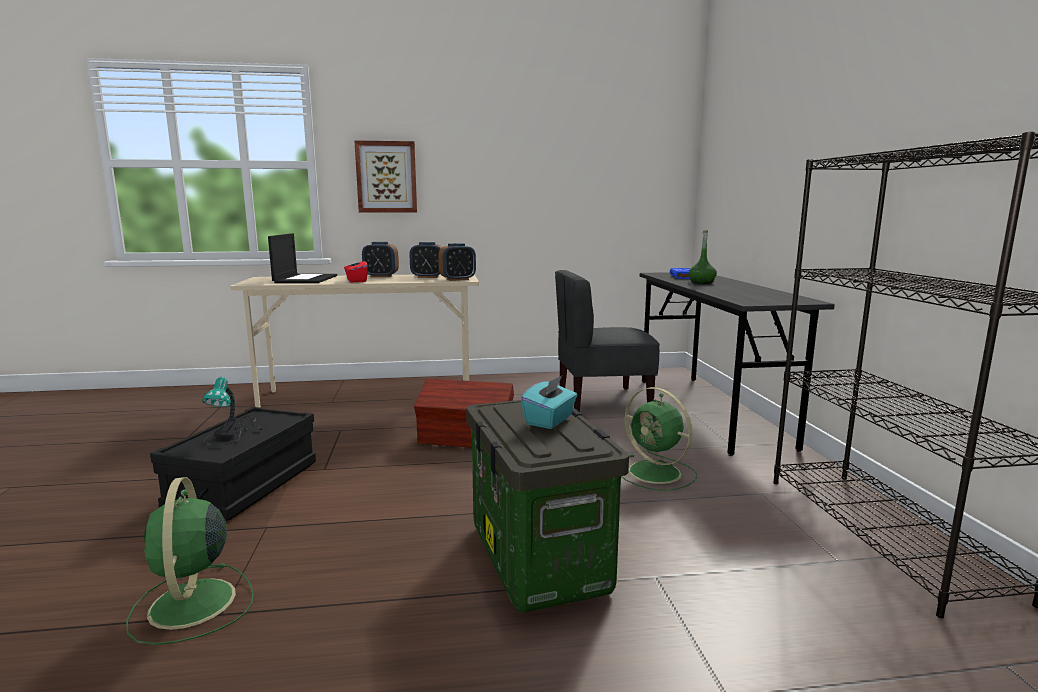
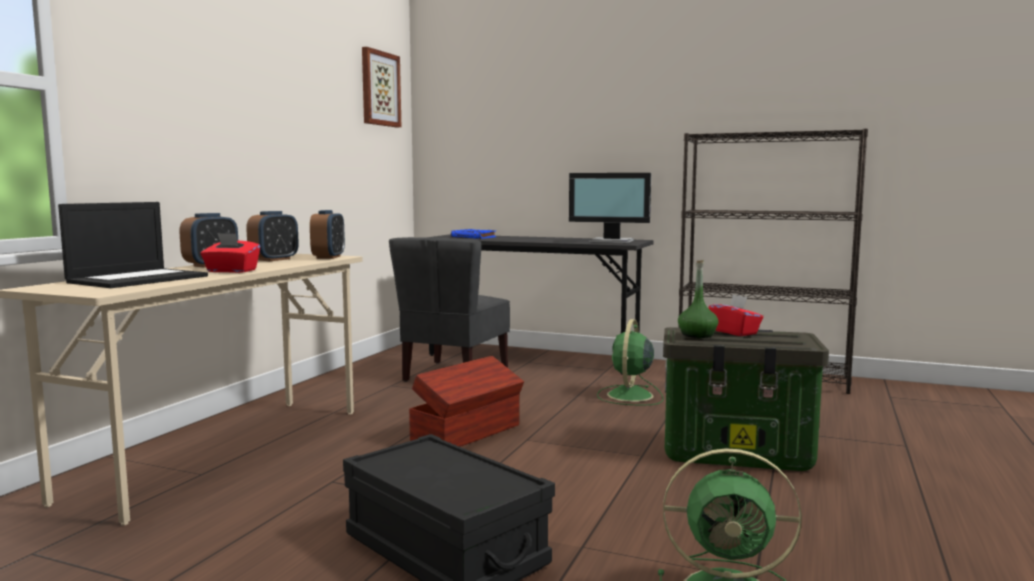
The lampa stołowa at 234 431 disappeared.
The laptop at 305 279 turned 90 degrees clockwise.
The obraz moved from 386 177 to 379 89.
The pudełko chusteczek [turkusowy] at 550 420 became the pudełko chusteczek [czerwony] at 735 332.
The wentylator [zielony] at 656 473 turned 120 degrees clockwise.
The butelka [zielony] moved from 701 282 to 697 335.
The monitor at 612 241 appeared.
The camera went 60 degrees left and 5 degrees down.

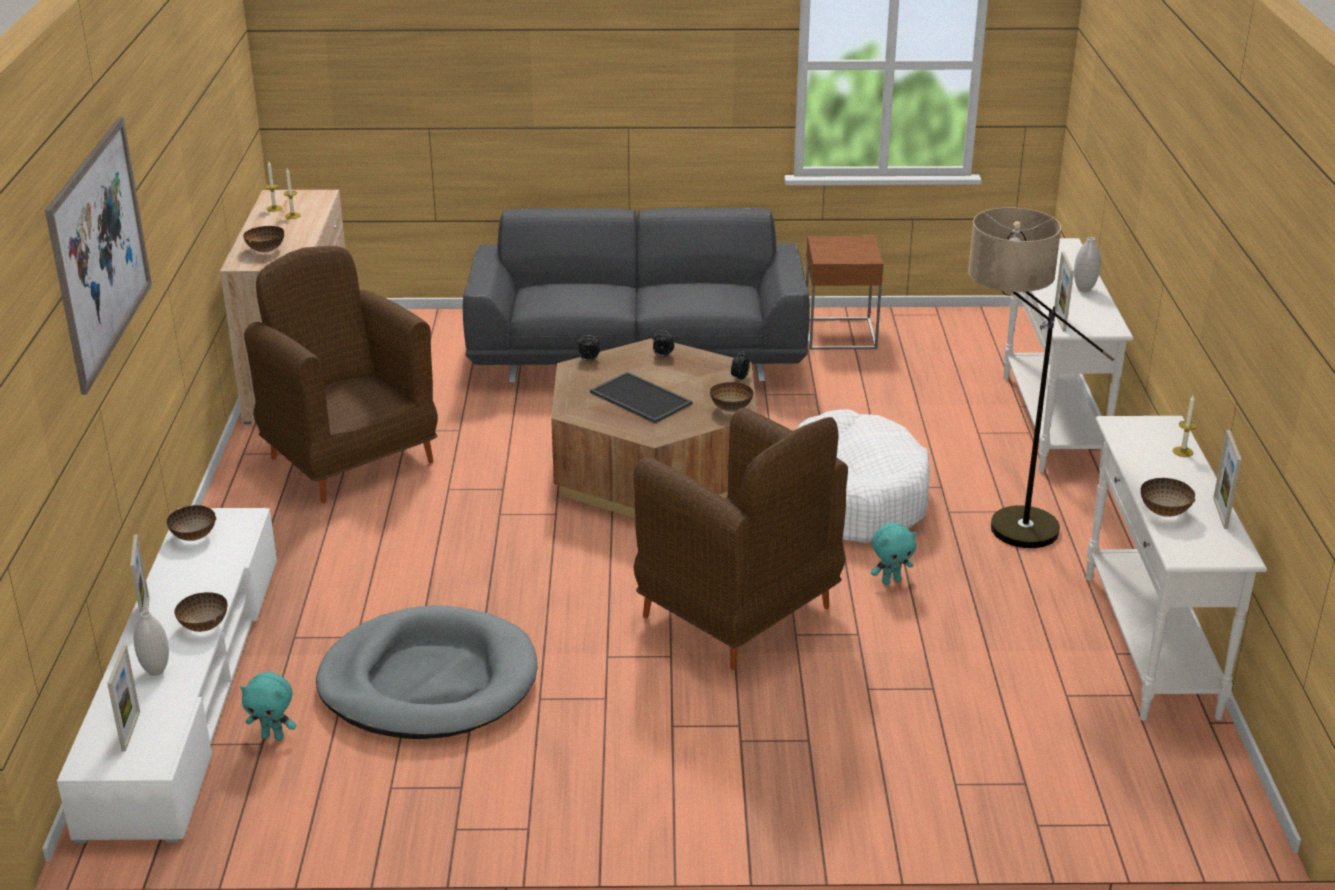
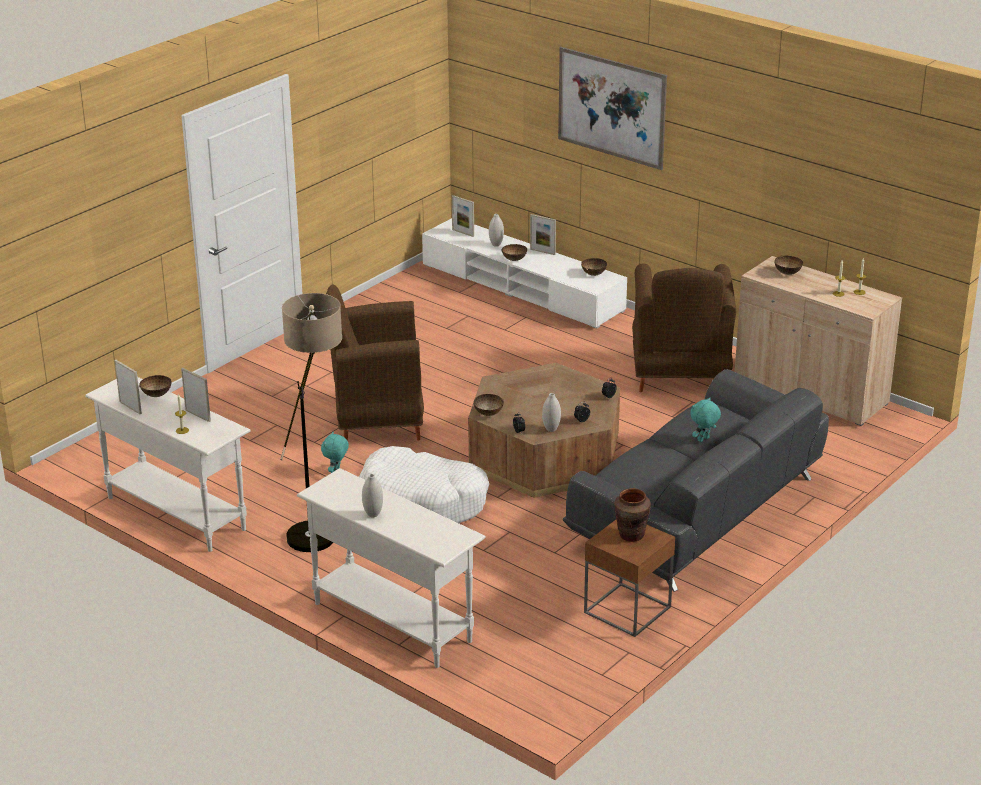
The pluszak [turkusowy] moved from 273 736 to 703 440.
The fotel [brązowy] at 350 459 turned 90 degrees clockwise.
The legowisko [szary] at 429 681 disappeared.
The taca at 639 398 disappeared.
The ramka na zdjęcie moved from 1059 321 to 198 415.
The wazon [biały] at 551 429 appeared.
The wazon [brązowy] at 631 535 appeared.
The camera went 130 degrees right and 0 degrees up.

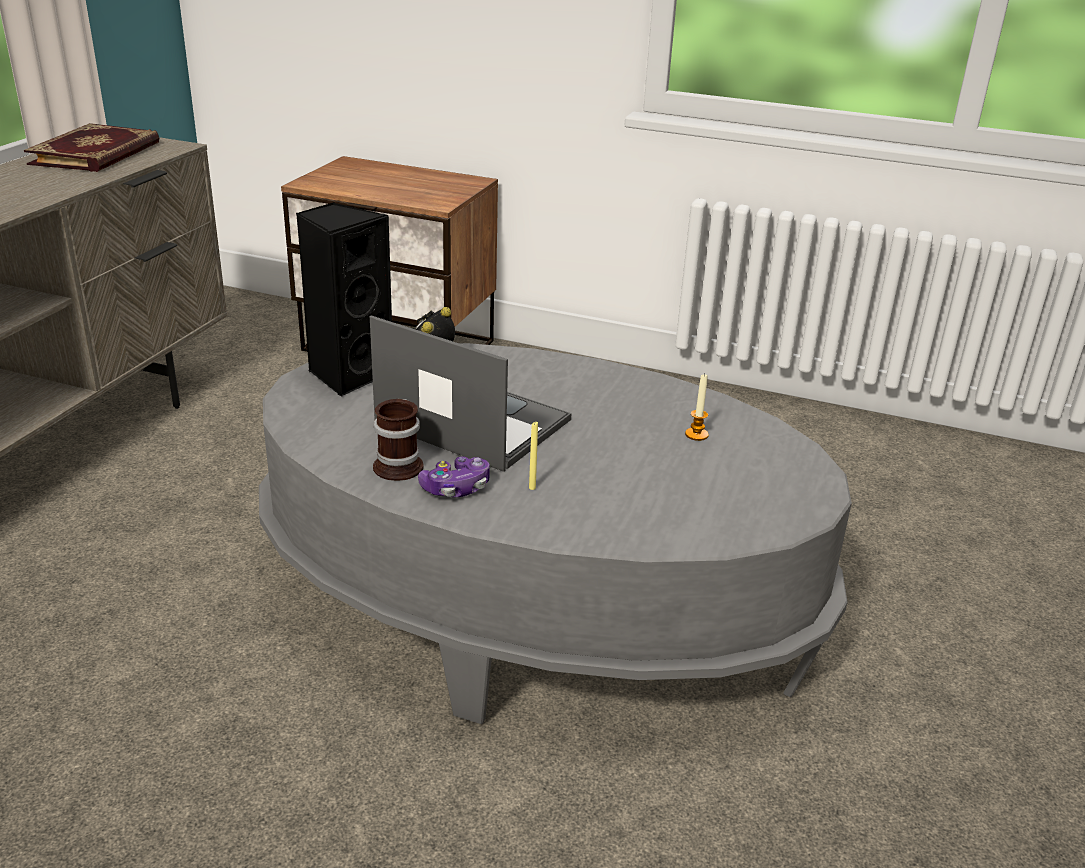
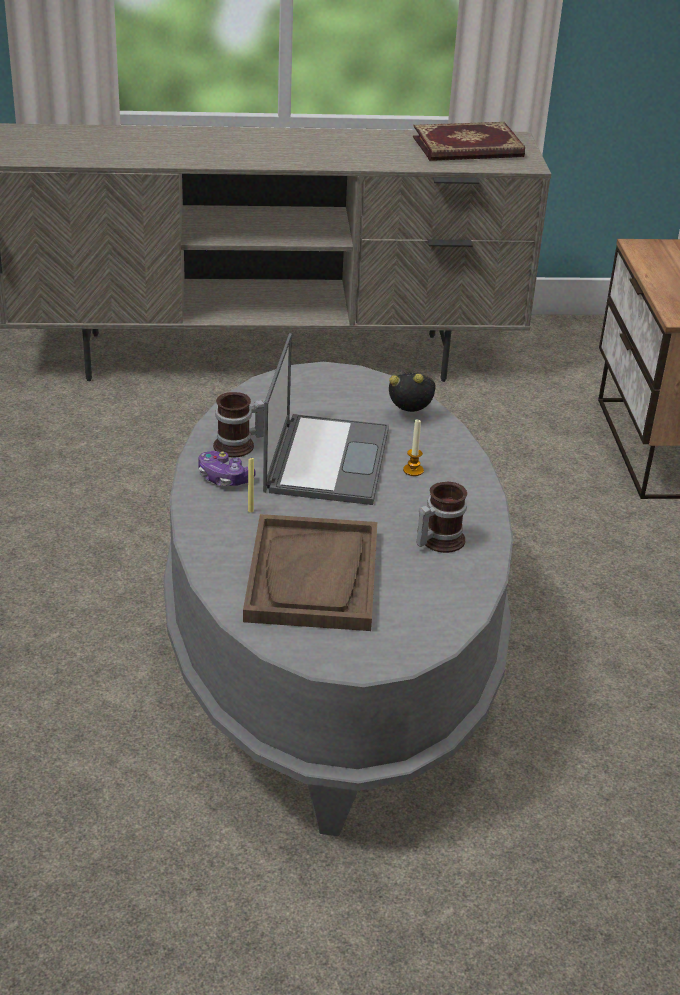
The głośnik [czarny] at 348 375 disappeared.
The świeca moved from 696 434 to 413 470.
The taca [brązowy] at 313 576 appeared.
The kubek at 438 540 appeared.
The camera went 65 degrees right and 5 degrees up.

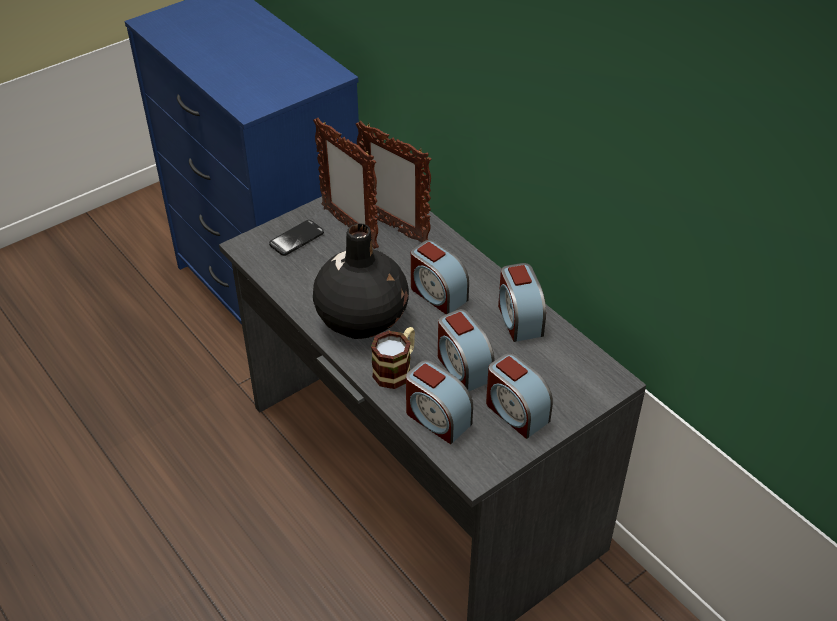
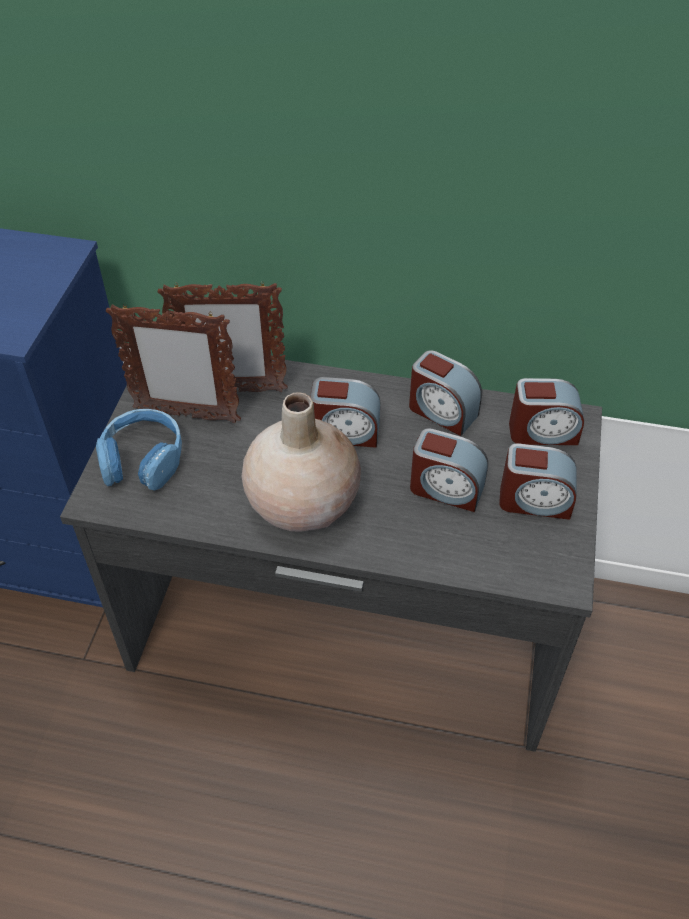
The telefon at 296 239 was replaced by the słuchawki [niebieski] at 143 459.
The wazon [czarny] at 362 318 became the wazon [beżowy] at 302 501.
The kubek at 396 369 disappeared.
The budzik moved from 437 418 to 542 432.
The camera went 40 degrees left and 5 degrees up.

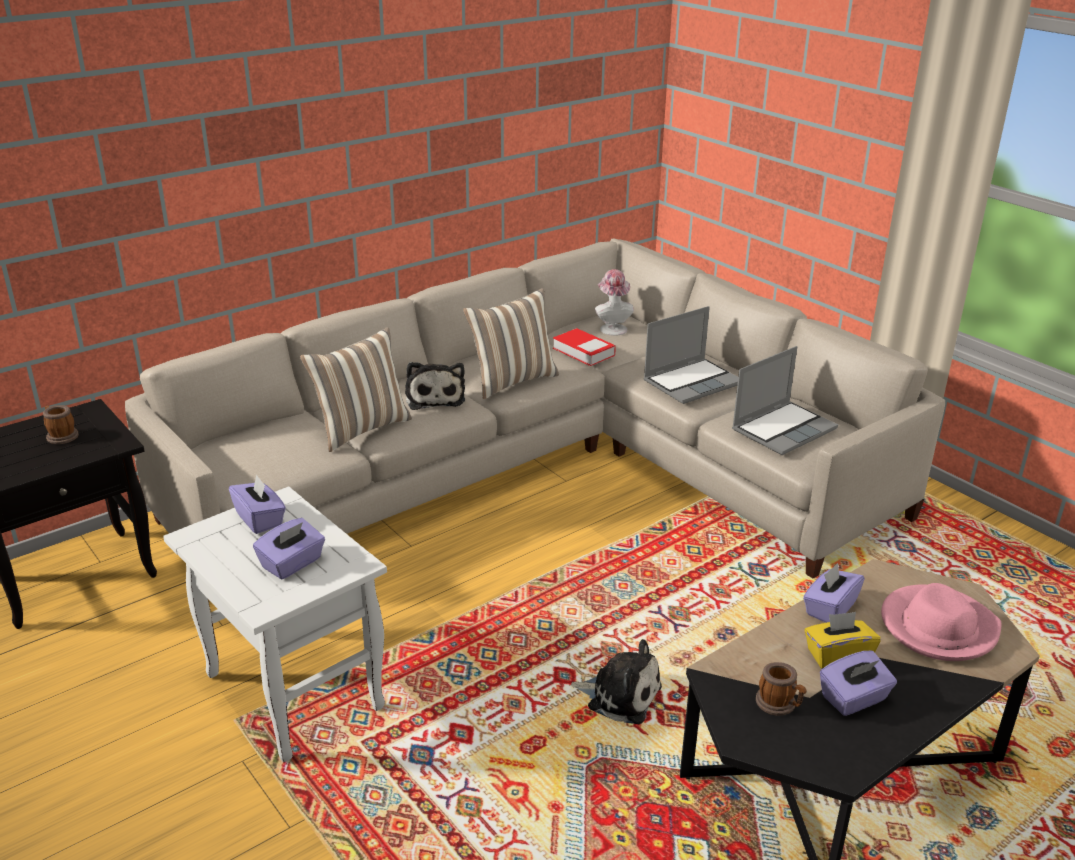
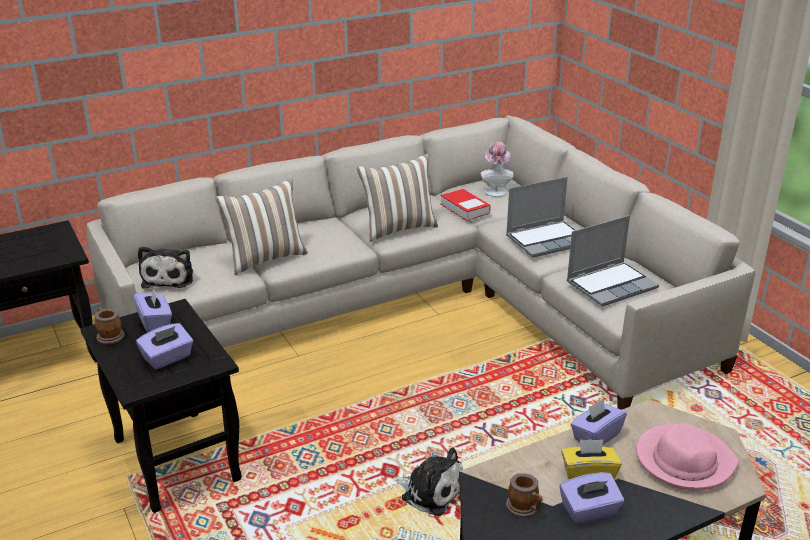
The kubek moved from 60 435 to 109 335.
The stolik [biały] at 290 691 became the stolik [czarny] at 174 459.
The pluszak moved from 434 397 to 169 277.
The camera went 10 degrees right and 0 degrees up.

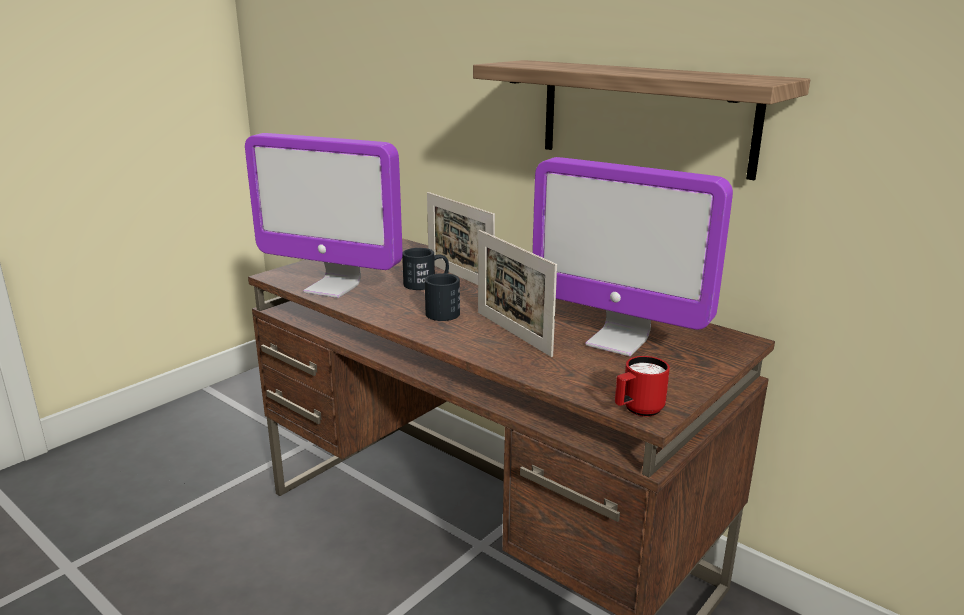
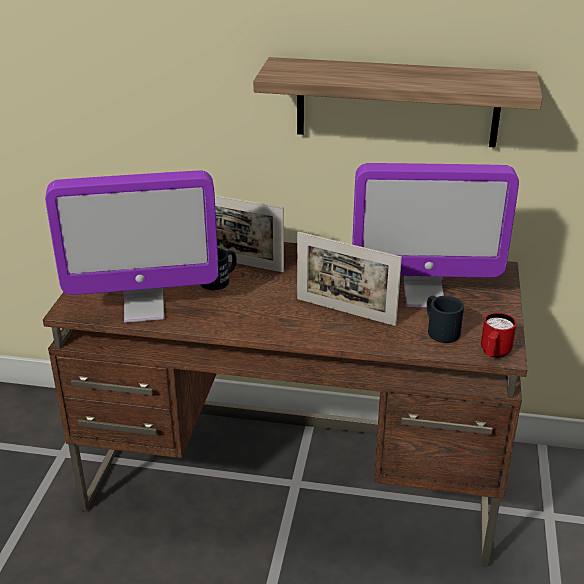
The kubek [czarny] moved from 443 311 to 439 329.
The camera went 30 degrees left and 10 degrees up.

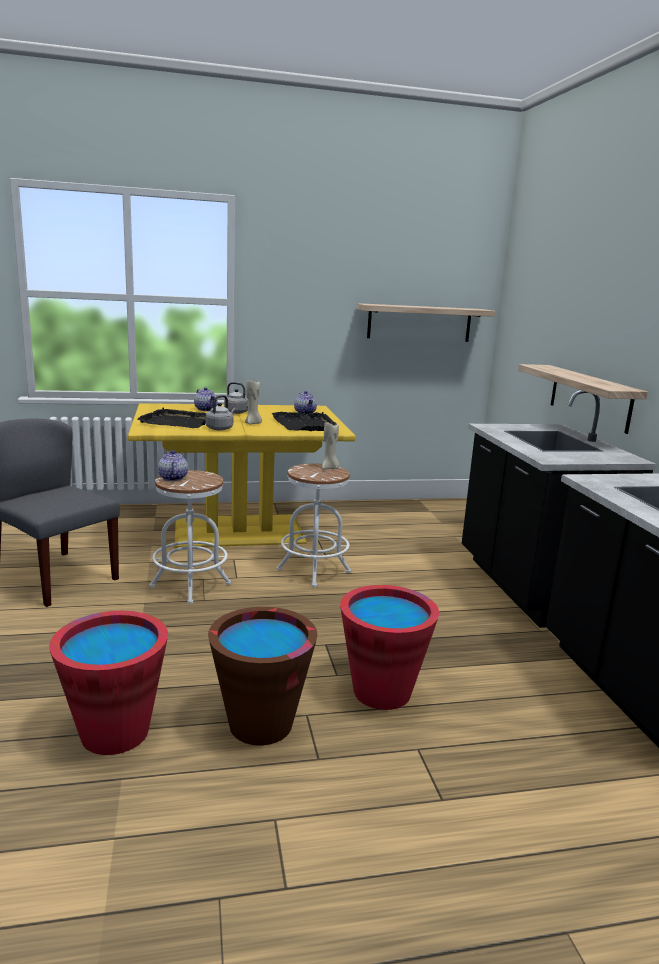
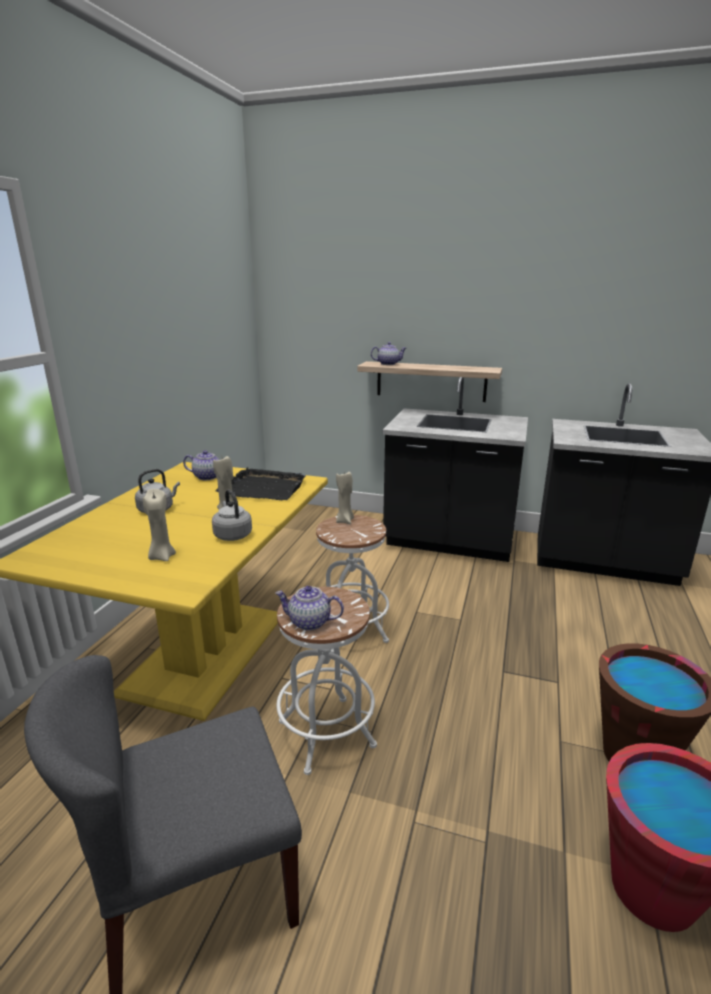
The taca [czarny] at 176 422 was replaced by the świeca [beżowy] at 162 557.
The imbryk moved from 206 409 to 388 364.
The wiadro [czerwony] at 382 692 disappeared.
The półka at 419 323 disappeared.
The camera went 60 degrees left and 5 degrees up.

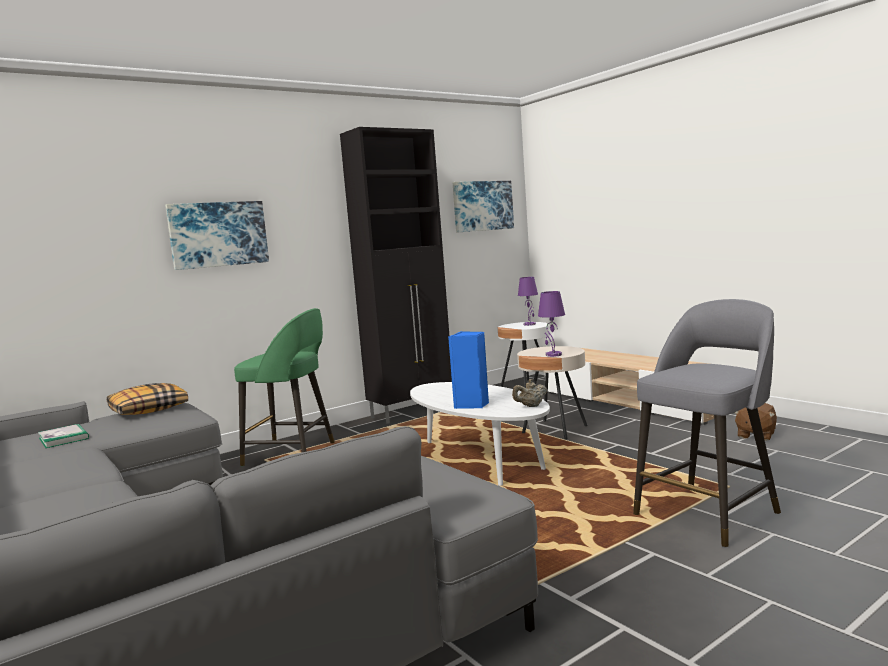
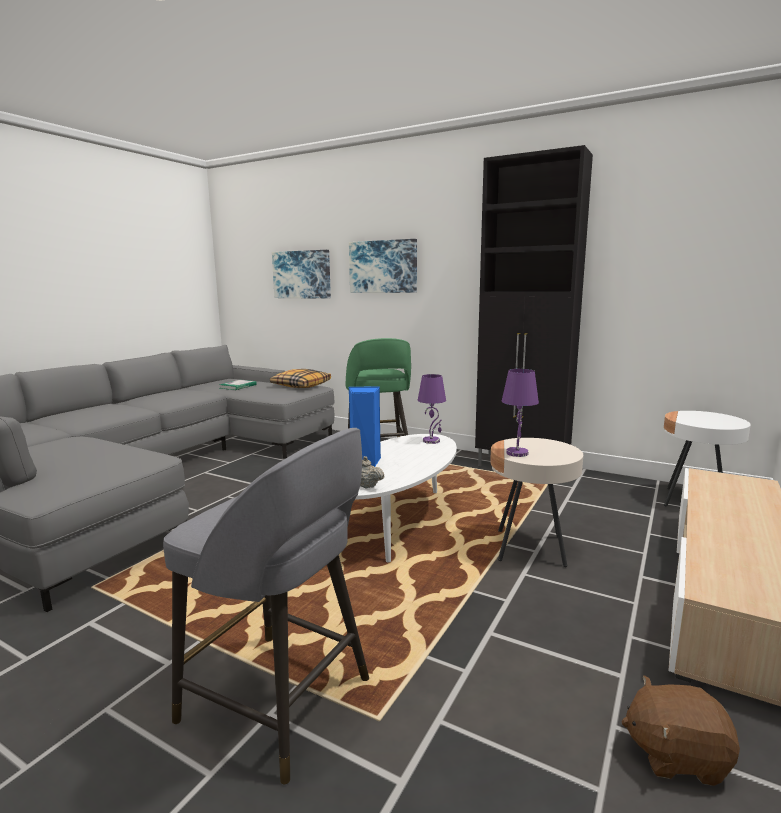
The obraz moved from 482 206 to 302 274.
The lampa stołowa [fioletowy] moved from 529 324 to 432 441.
The camera went 65 degrees right and 5 degrees up.

